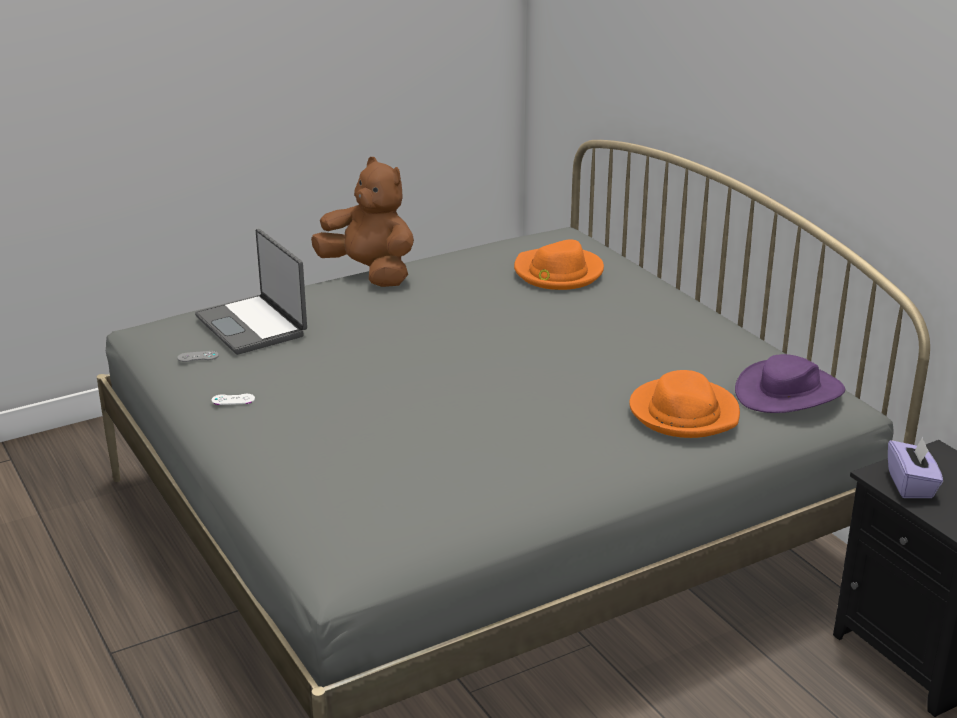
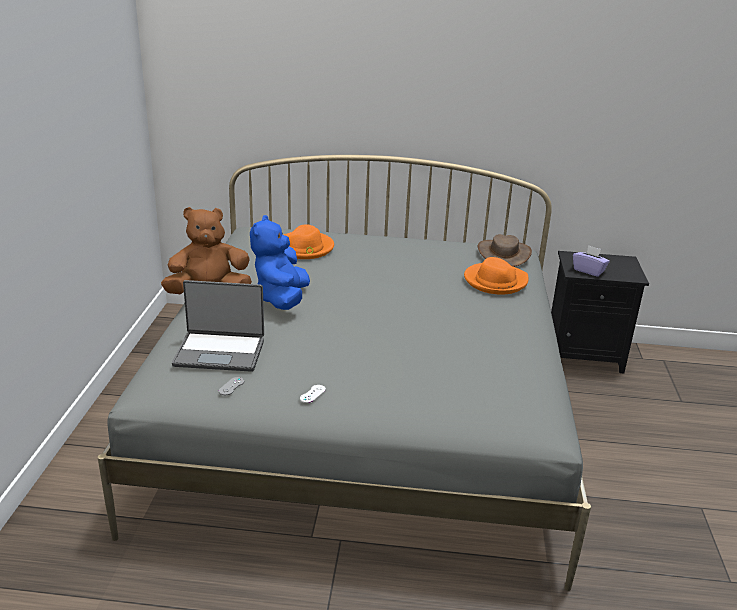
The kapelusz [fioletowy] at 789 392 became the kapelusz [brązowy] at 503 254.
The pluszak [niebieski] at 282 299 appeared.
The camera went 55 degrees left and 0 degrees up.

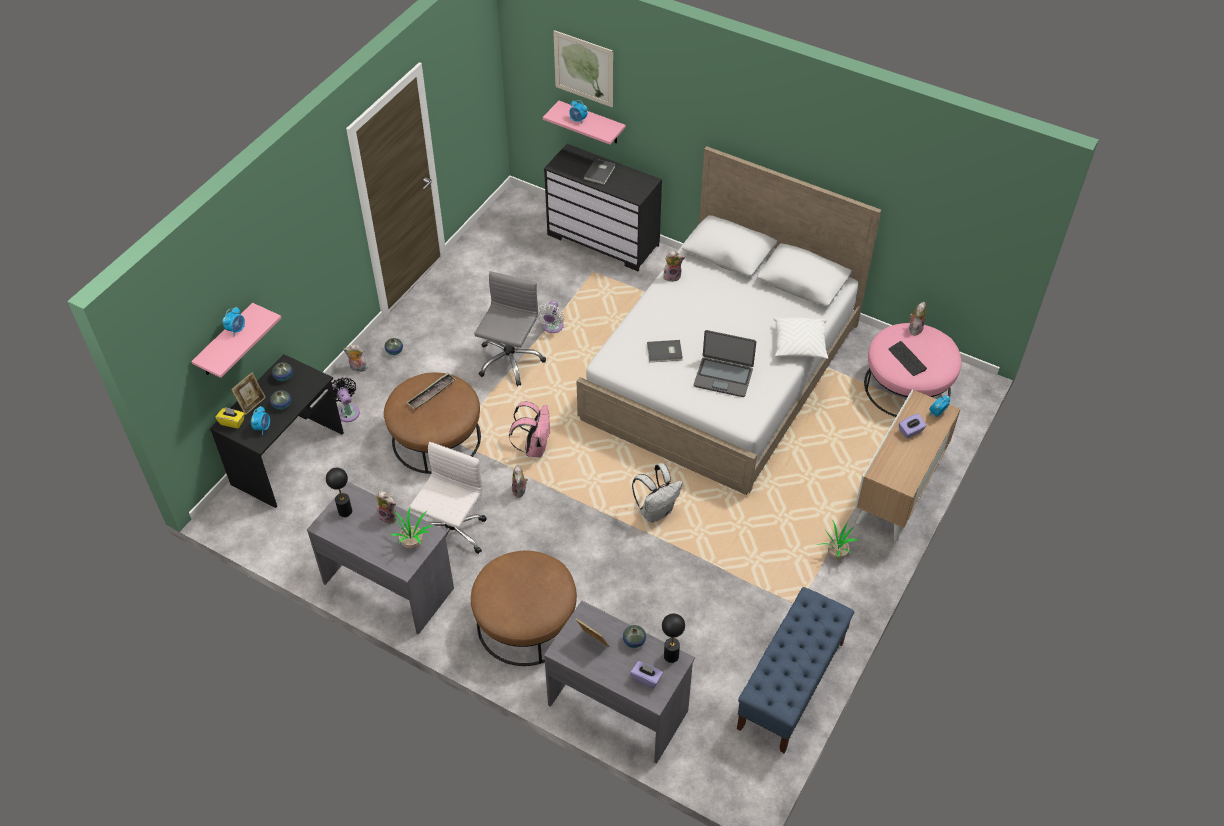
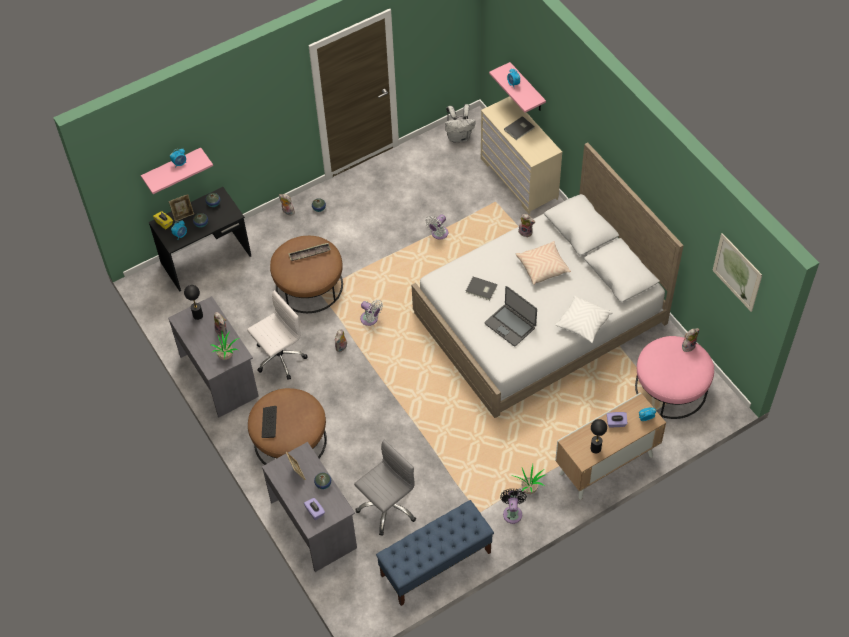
The wentylator [czarny] moved from 347 411 to 512 512.
The krzesło biurowe [szary] moved from 509 360 to 387 507.
The plecak [różowy] at 534 447 was replaced by the wentylator [biały] at 370 319.
The komoda [czarny] at 603 240 became the komoda [beżowy] at 519 178.
The obraz moved from 583 68 to 737 272.
The plecak [biały] moved from 656 511 to 459 137.
The lampa stołowa [czarny] moved from 671 656 to 595 448.
The klawiatura moved from 907 359 to 269 422.
The poduszka [beżowy] at 543 267 appeared.
The camera went 30 degrees right and 5 degrees up.

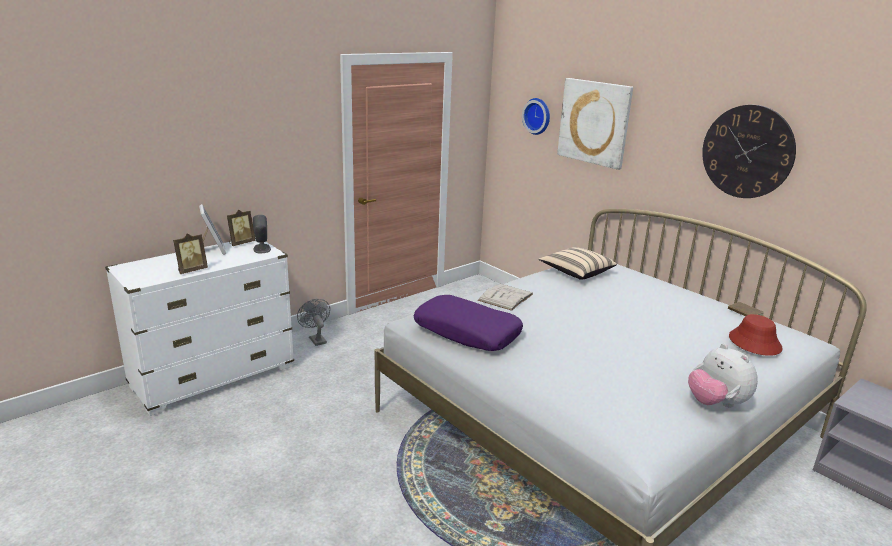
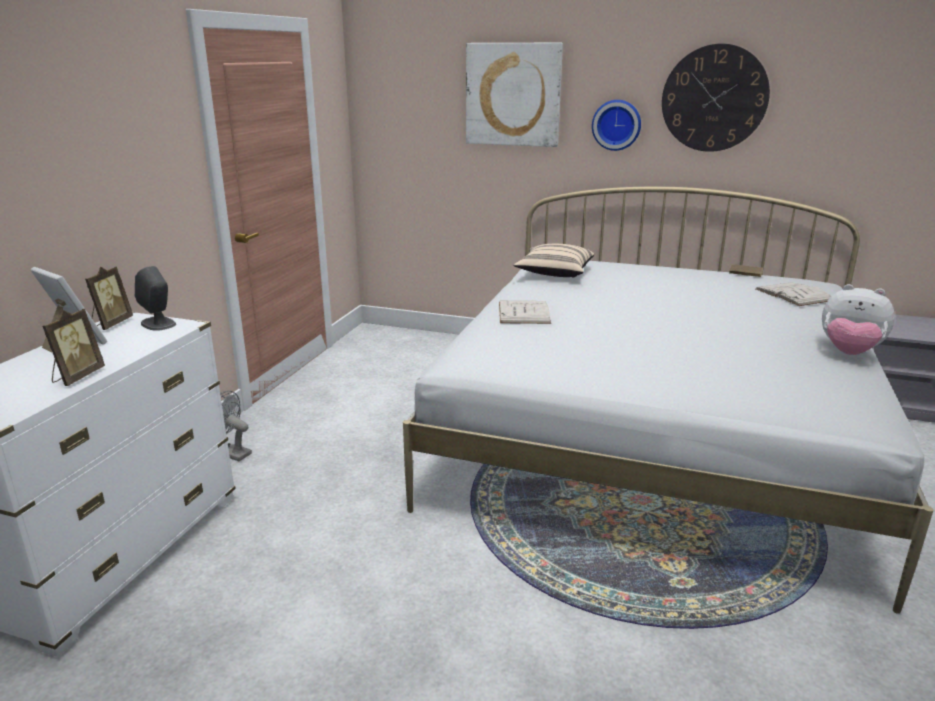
The poduszka [fioletowy] at 467 332 disappeared.
The zegar ścienny moved from 538 116 to 616 125.
The kapelusz [czerwony] at 754 343 was replaced by the książka [biały] at 794 294.
The camera went 30 degrees left and 0 degrees up.

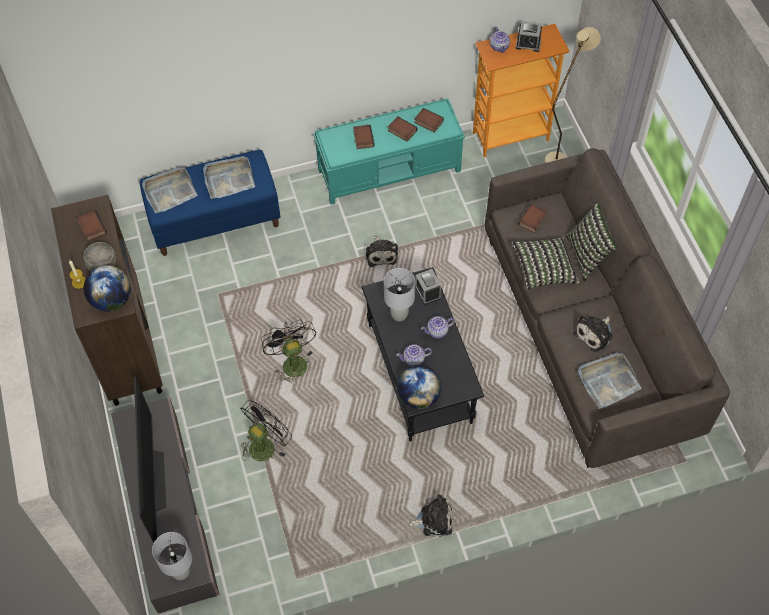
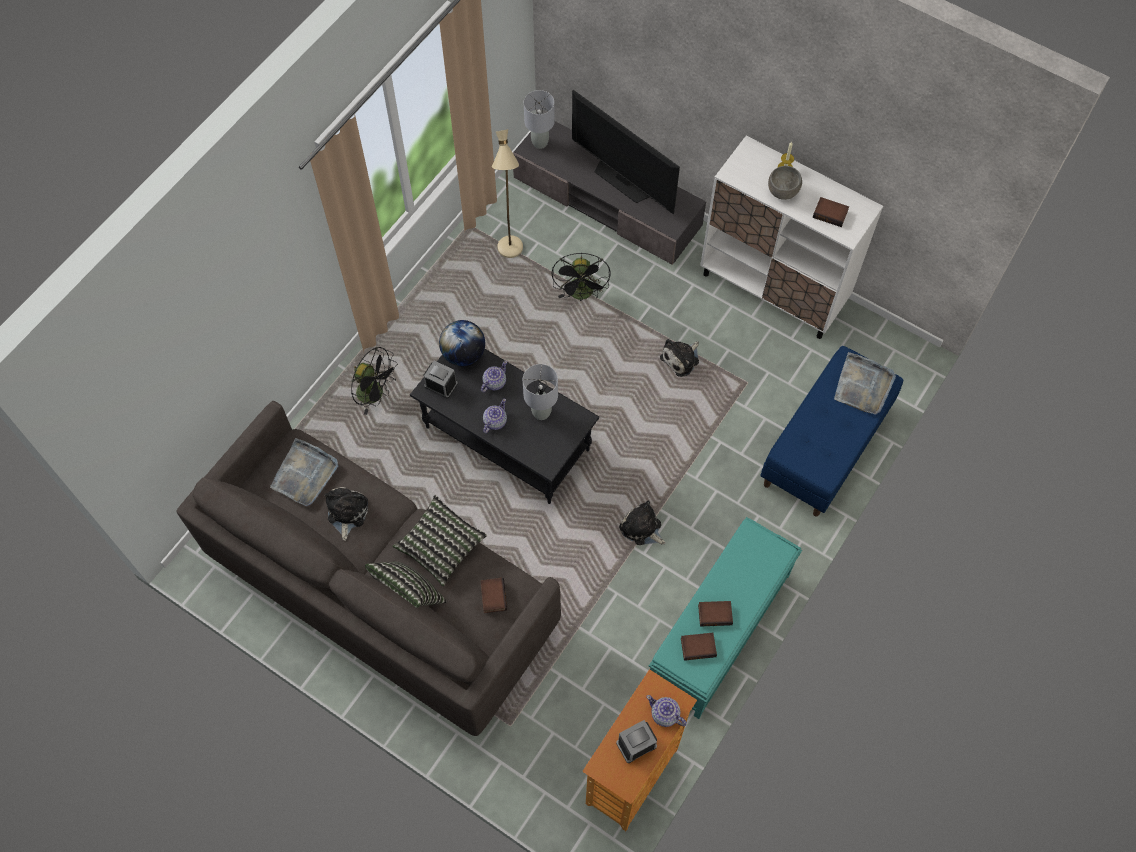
The szafka [brązowy] at 126 344 became the szafka [biały] at 773 289.
The globus at 112 300 disappeared.
The taca [szary] at 228 179 disappeared.
The wentylator [czarny] moved from 291 362 to 375 394.
The książka at 362 138 disappeared.
The pluszak moved from 434 520 to 681 359.
The budzik moved from 427 292 to 441 385.
The lampa stojąca [beżowy] moved from 559 155 to 511 255.
The camera went 140 degrees right and 5 degrees up.

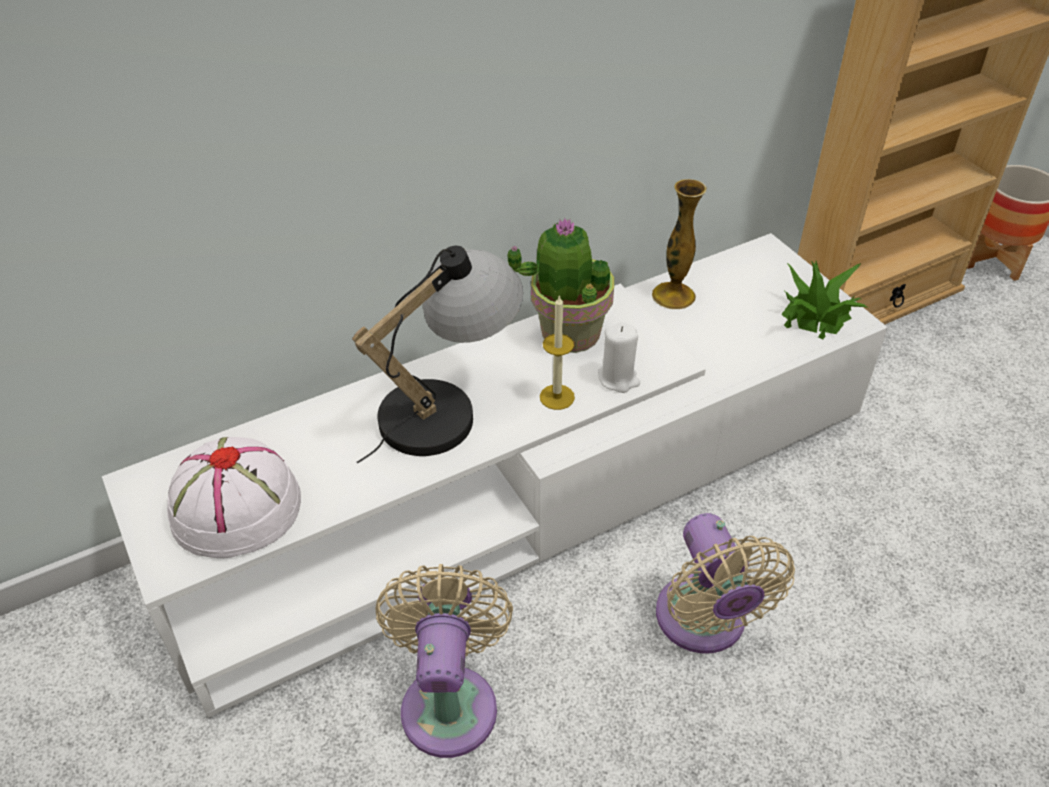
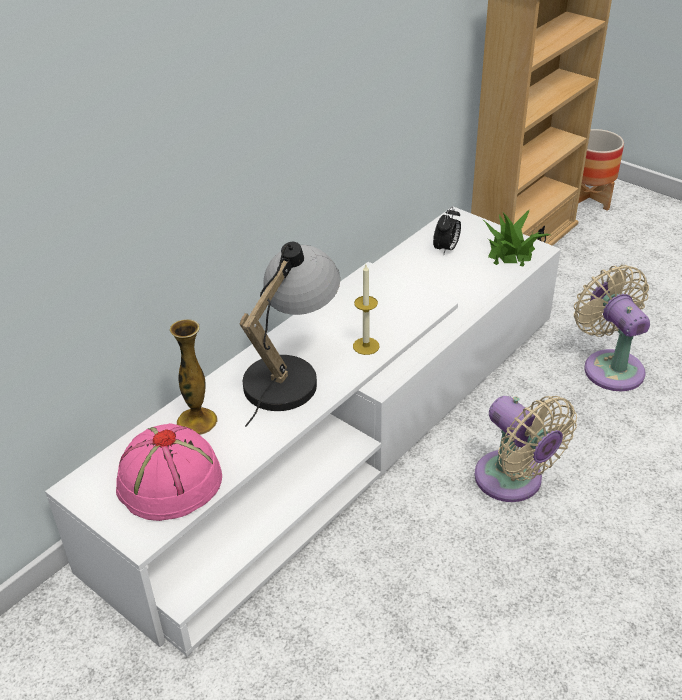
The kapelusz [biały] at 235 508 became the kapelusz [różowy] at 169 482.
The wentylator [beżowy] moved from 450 700 to 610 366.
The roślina doniczkowa at 569 332 disappeared.
The świeca [biały] at 618 378 disappeared.
The wazon moved from 673 296 to 197 421.
The budzik at 446 249 appeared.
The camera went 20 degrees left and 5 degrees down.

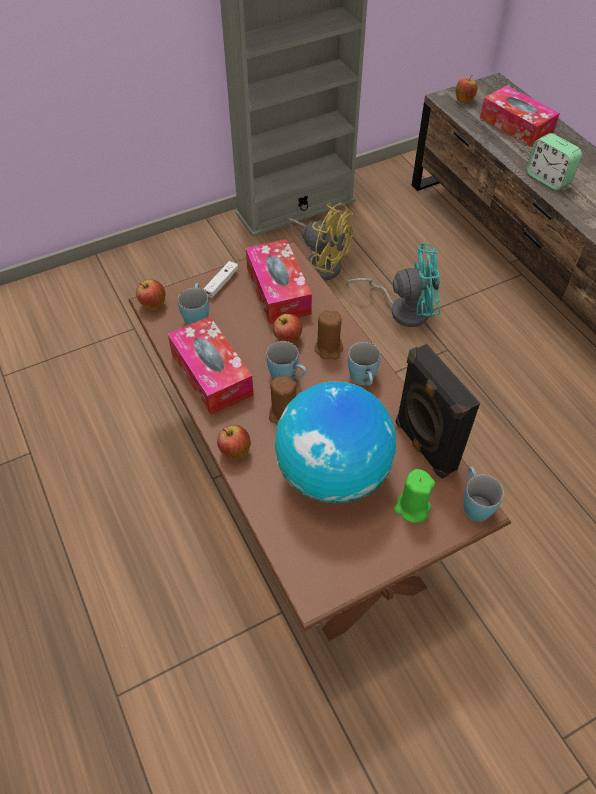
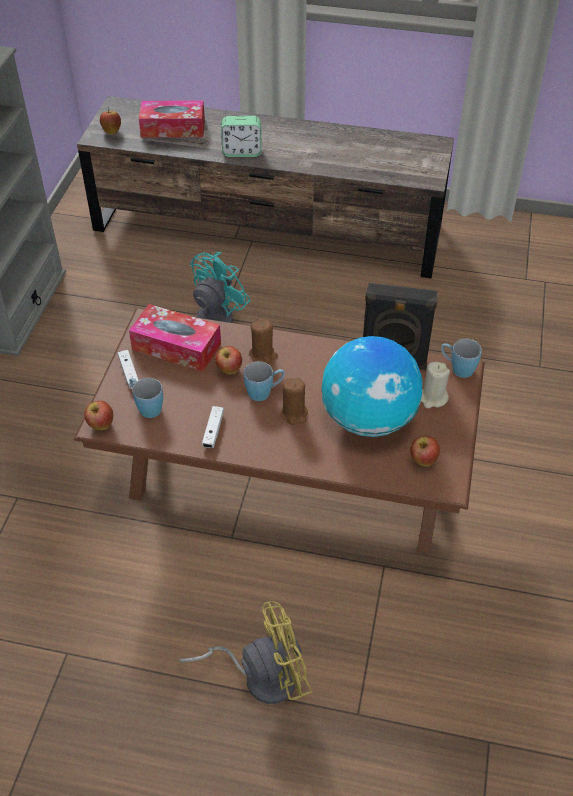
The pudełko chusteczek at 211 374 was replaced by the pad do gier [biały] at 213 431.
The jabłko moved from 235 451 to 423 461.
The wentylator [żółty] moved from 321 263 to 260 675.
The kubek [niebieski] at 363 380 disappeared.
The świeca [zielony] at 412 508 became the świeca [beżowy] at 433 398.
The camera went 50 degrees left and 5 degrees down.

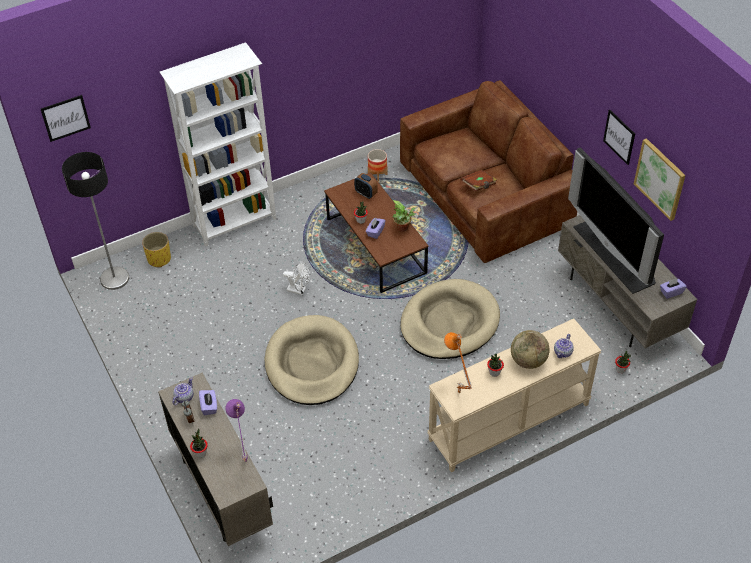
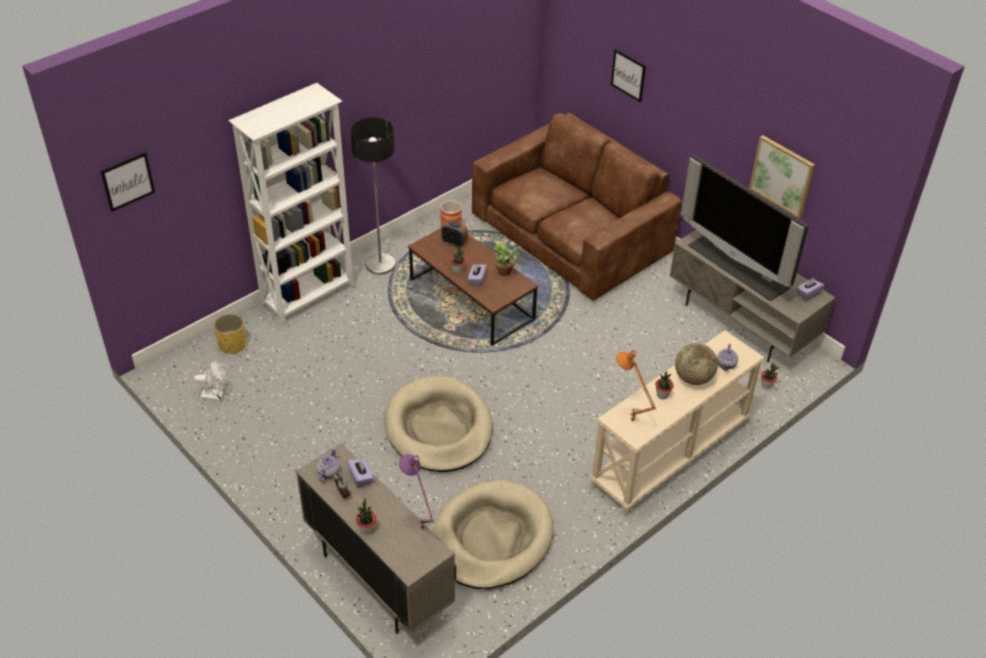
The lampa stojąca moved from 115 278 to 380 264.
The wentylator [biały] moved from 299 290 to 215 395.
The legowisko [beżowy] moved from 449 323 to 491 538.
The książka [brązowy] at 478 185 disappeared.
The obraz moved from 619 137 to 628 75.
The camera went 15 degrees left and 5 degrees down.

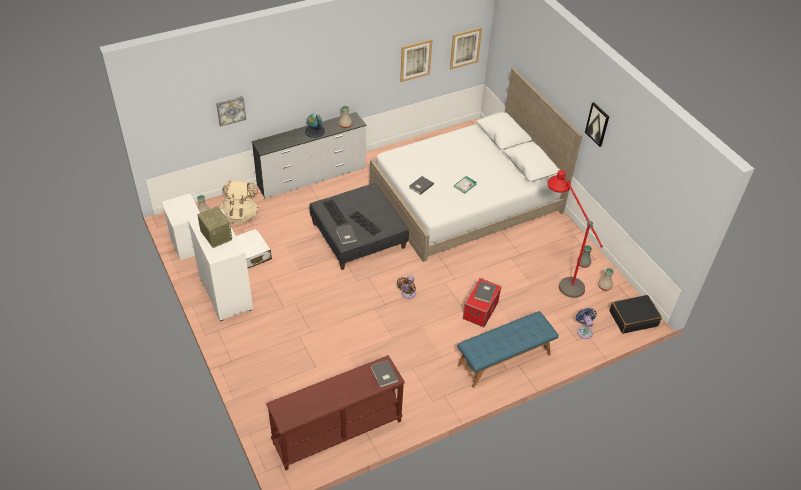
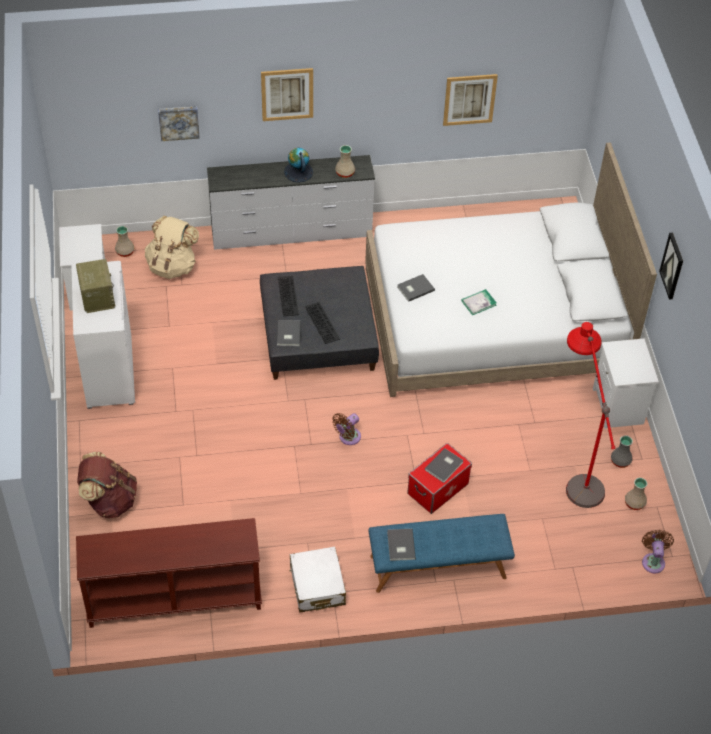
The walizka [biały] moved from 251 254 to 317 586.
The książka [szary] moved from 384 374 to 400 546.
The obraz moved from 465 48 to 287 94.
The wentylator [niebieski] at 584 331 disappeared.
The walizka [czarny] at 633 318 was replaced by the wentylator [brązowy] at 653 561.
The plecak [brązowy] at 109 500 appeared.
The szafka nocna [biały] at 619 407 appeared.
The camera went 20 degrees right and 5 degrees up.

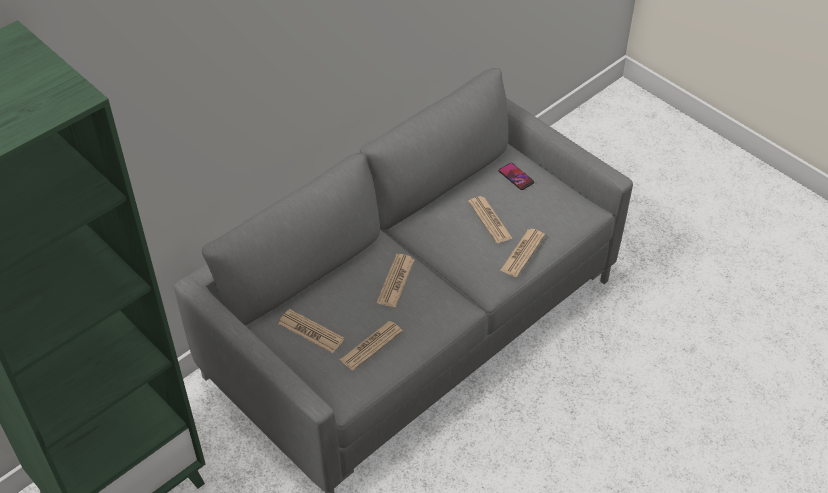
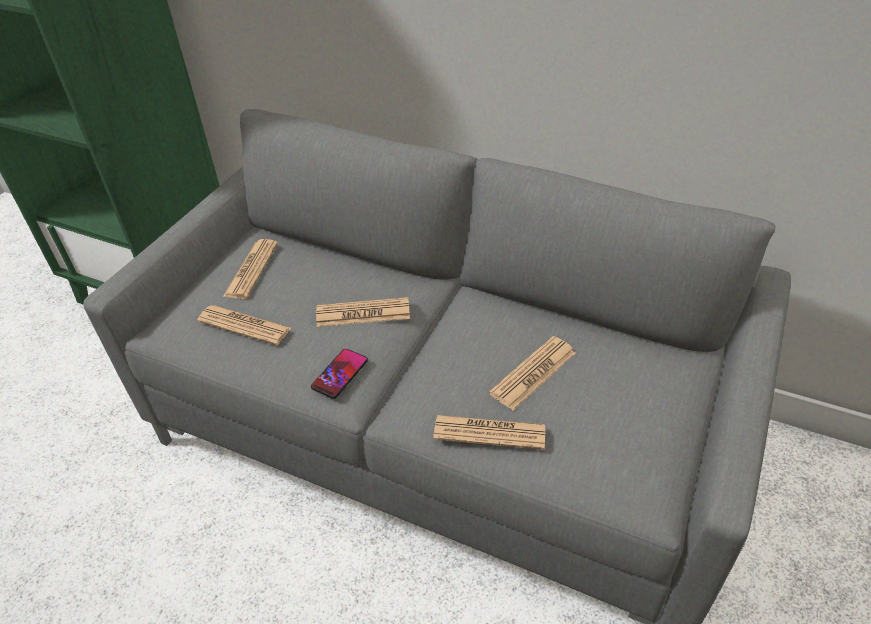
The telefon moved from 516 177 to 340 374.
The camera went 70 degrees right and 5 degrees down.

